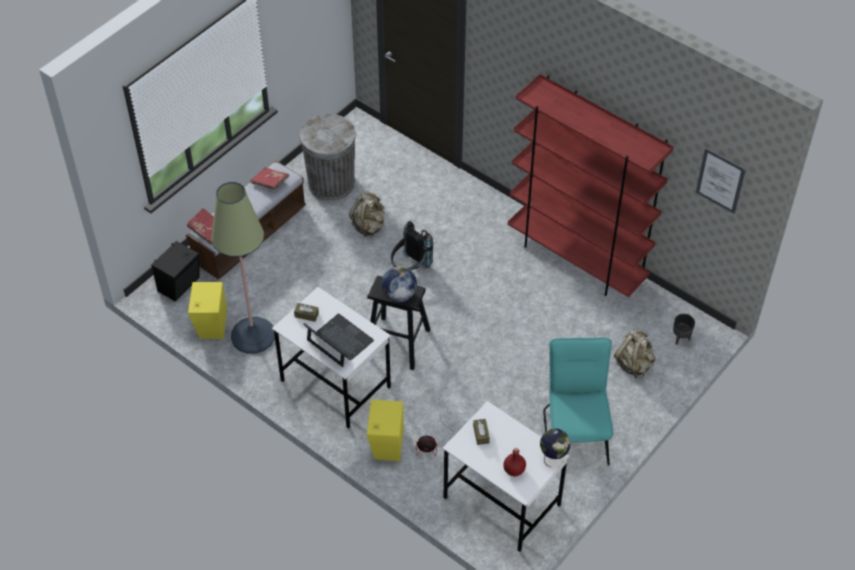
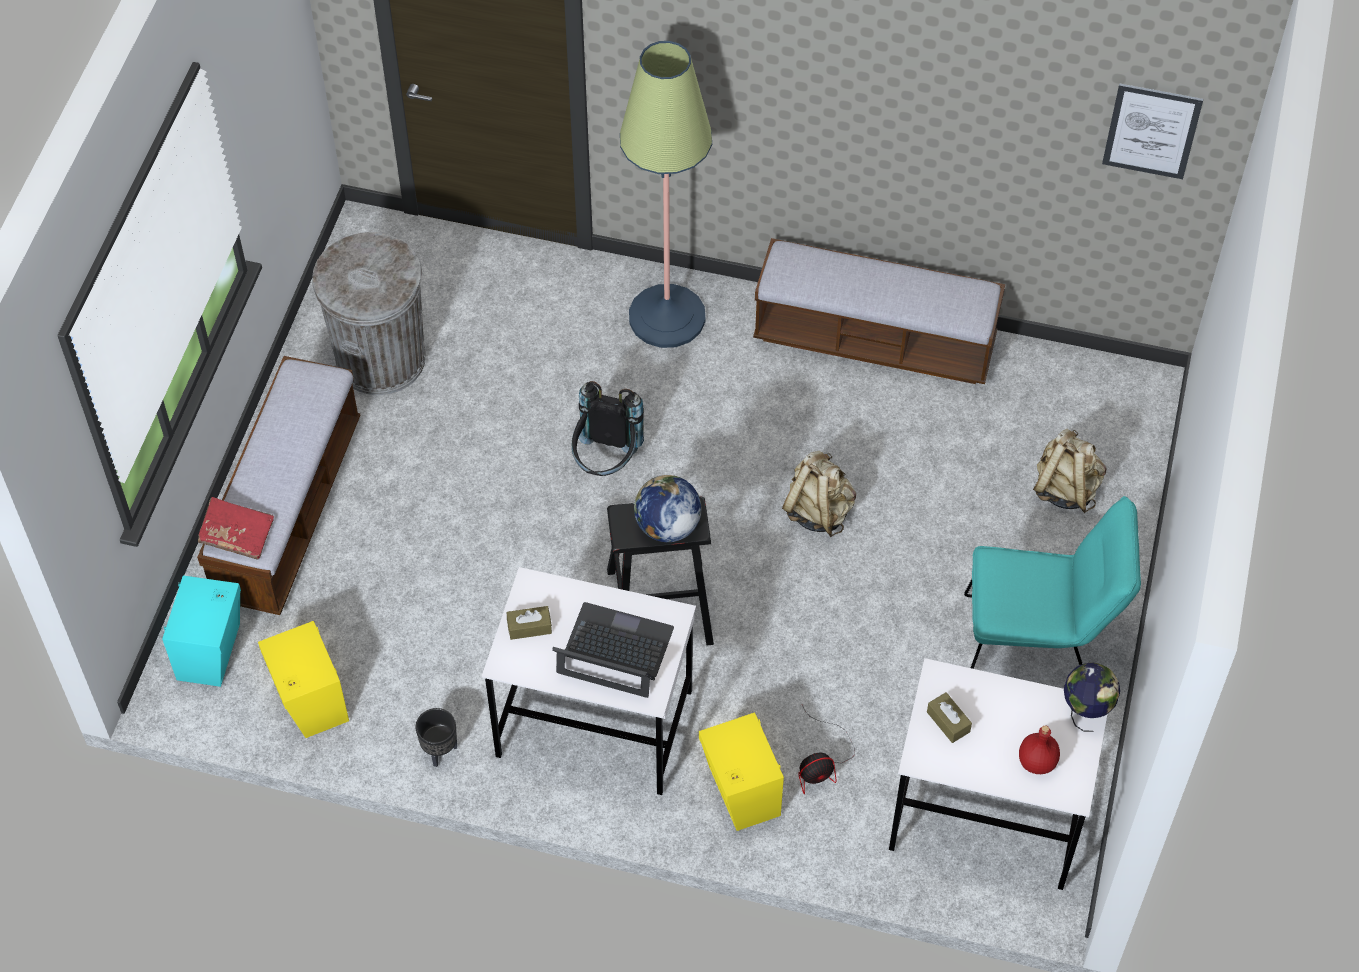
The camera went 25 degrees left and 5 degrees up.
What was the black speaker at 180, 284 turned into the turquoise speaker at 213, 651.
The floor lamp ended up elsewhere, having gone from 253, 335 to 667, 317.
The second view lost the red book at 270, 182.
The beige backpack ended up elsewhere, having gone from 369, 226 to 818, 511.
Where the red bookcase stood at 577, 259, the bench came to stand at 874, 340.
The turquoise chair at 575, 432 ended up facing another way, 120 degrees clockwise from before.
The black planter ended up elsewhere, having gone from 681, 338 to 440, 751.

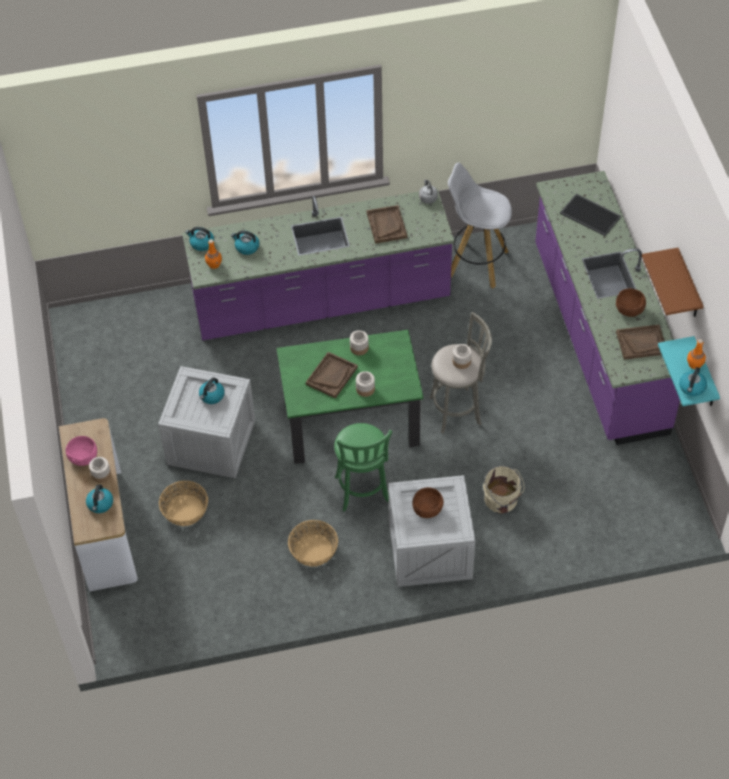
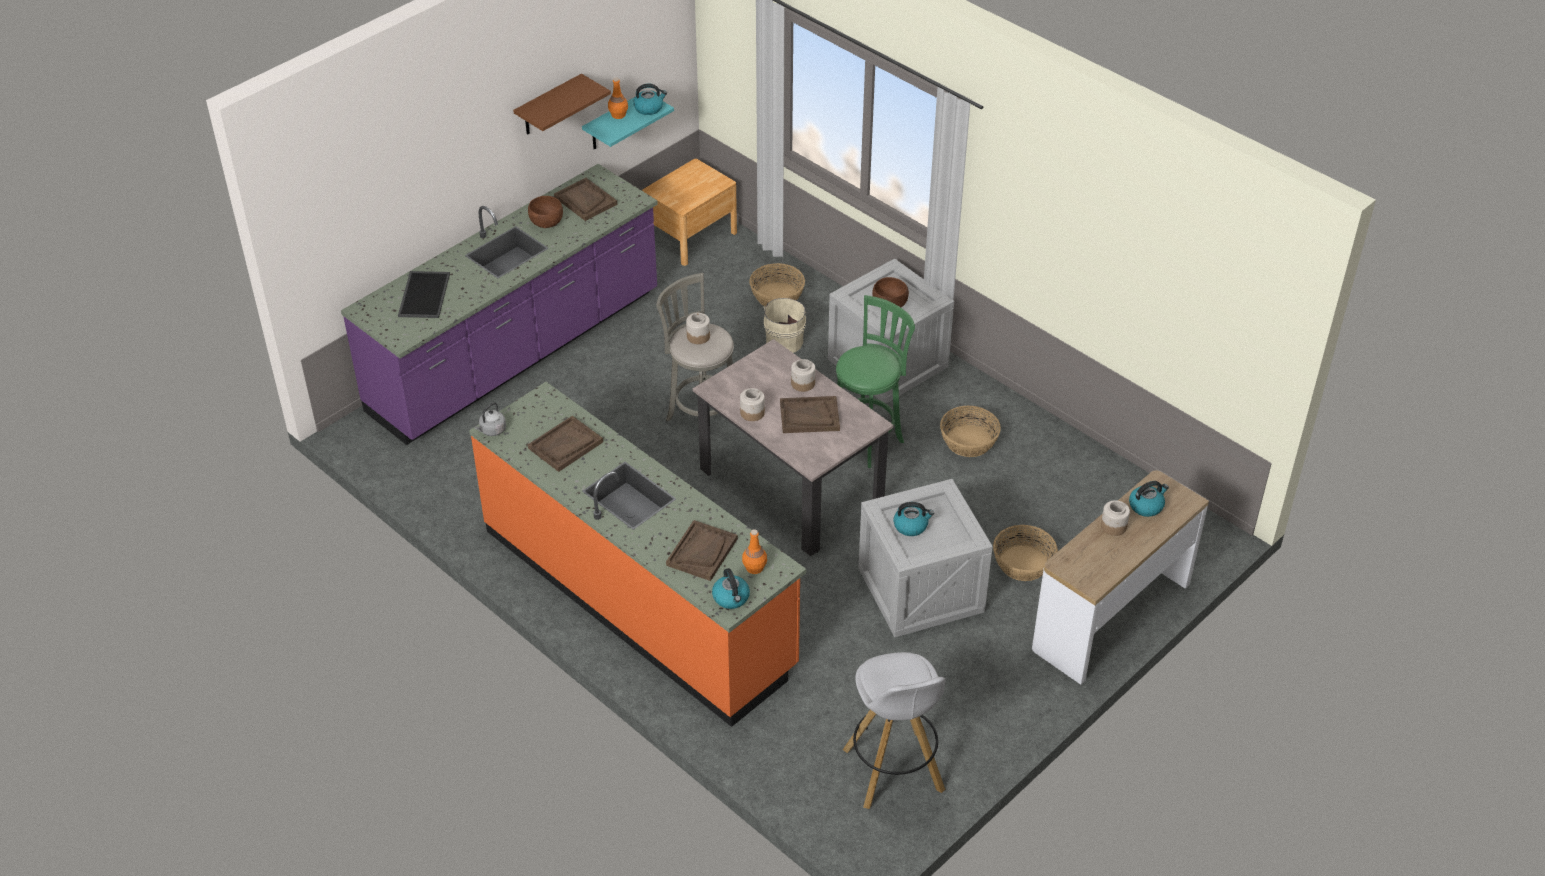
The camera went 125 degrees left and 10 degrees down.
The second view lost the pink bowl at 83, 457.
What was the purple counter at 321, 302 turned into the orange counter at 639, 598.
Where the kettle stood at 246, 247, the brown tray came to stand at 702, 552.
What was the green dining table at 351, 423 turned into the beige dining table at 791, 488.
The white stool ended up elsewhere, having gone from 476, 263 to 894, 772.
The second view gained the brown nightstand at 691, 236.
The second view gained the basket at 777, 296.

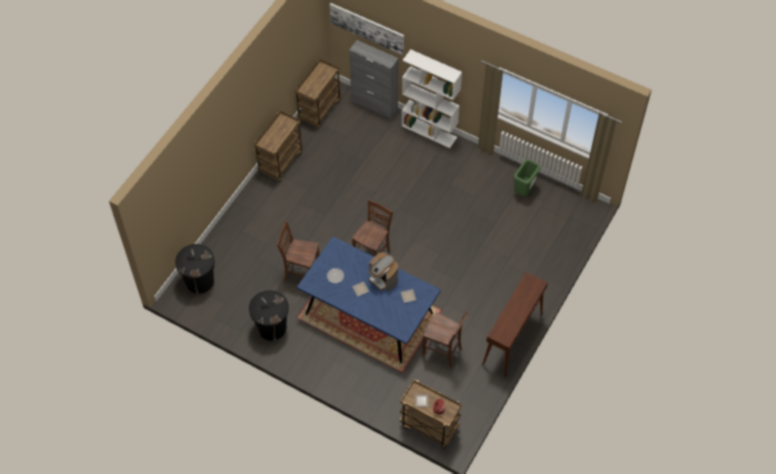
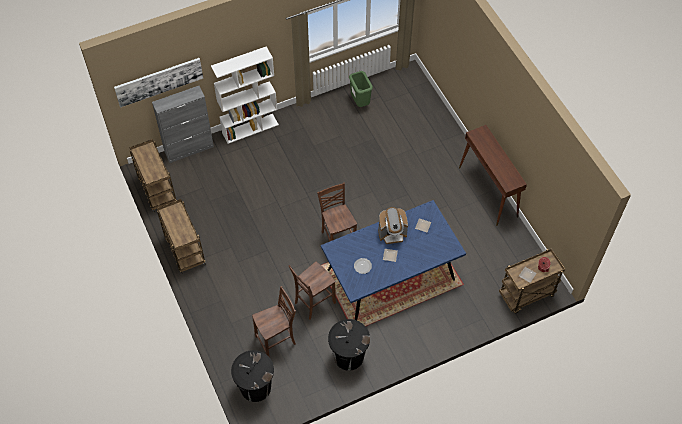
The camera went 55 degrees left and 0 degrees up.
The brown chair ended up elsewhere, having gone from 443, 352 to 277, 341.

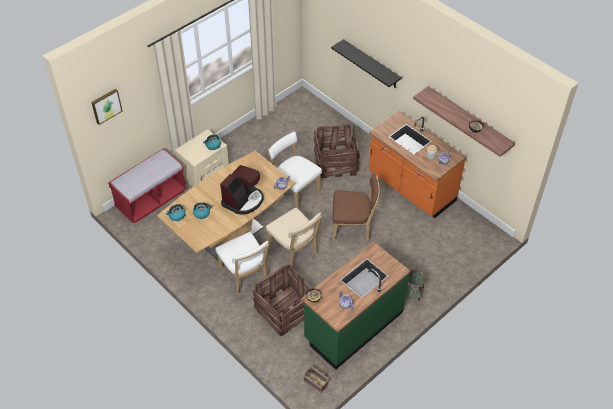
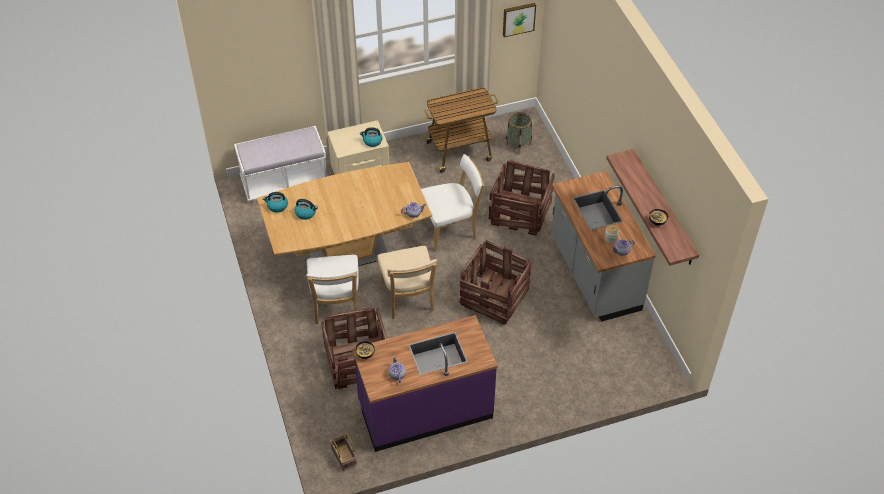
The camera went 25 degrees right and 0 degrees up.
The picture ended up elsewhere, having gone from 106, 106 to 518, 18.
What was the red bench at 151, 199 turned into the white bench at 284, 182.
The second view lost the coffee machine at 243, 200.
The white chair at 295, 191 ended up facing another way, 90 degrees clockwise from before.
What was the green counter at 353, 325 turned into the purple counter at 425, 410.
The second view lost the black shelf at 371, 64.
Where the brown chair stood at 353, 228, the crate came to stand at 494, 297.
What was the orange counter at 411, 188 turned into the grey counter at 593, 275.
The basket ended up elsewhere, having gone from 412, 296 to 518, 144.
The second view gained the cart at 460, 151.

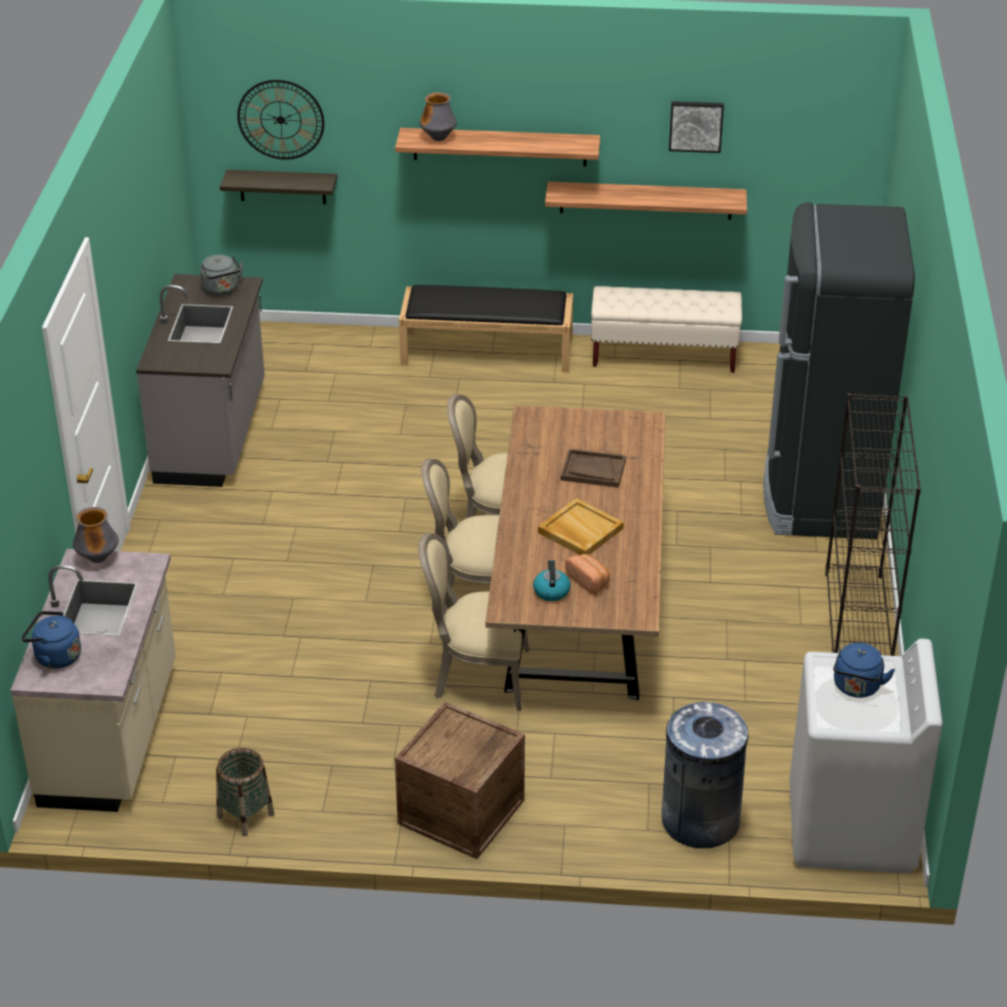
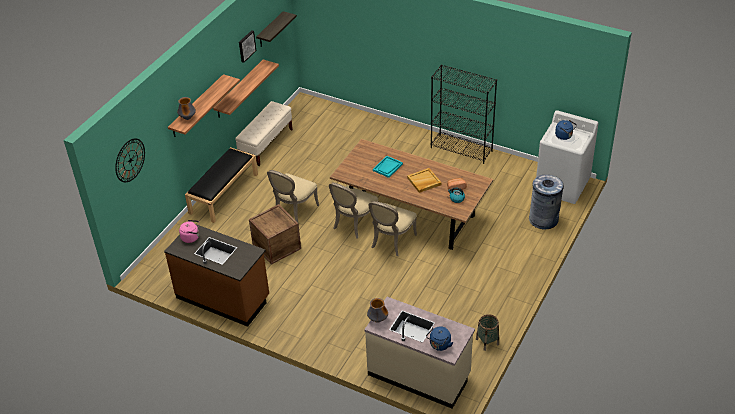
The camera went 65 degrees left and 5 degrees up.
What was the grey counter at 213, 434 turned into the brown counter at 223, 297.
What was the grey kettle at 222, 290 turned into the pink kettle at 191, 237.
The shelf ended up elsewhere, having gone from 282, 186 to 270, 30.
The crate ended up elsewhere, having gone from 461, 812 to 276, 246.
The beige chair ended up elsewhere, having gone from 477, 676 to 293, 211.
What was the brown tray at 593, 470 turned into the turquoise tray at 387, 167.
The second view lost the black fridge at 820, 496.

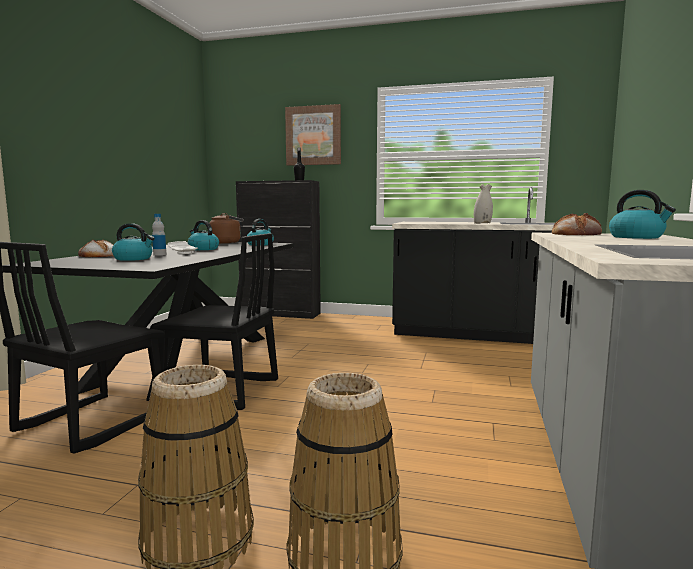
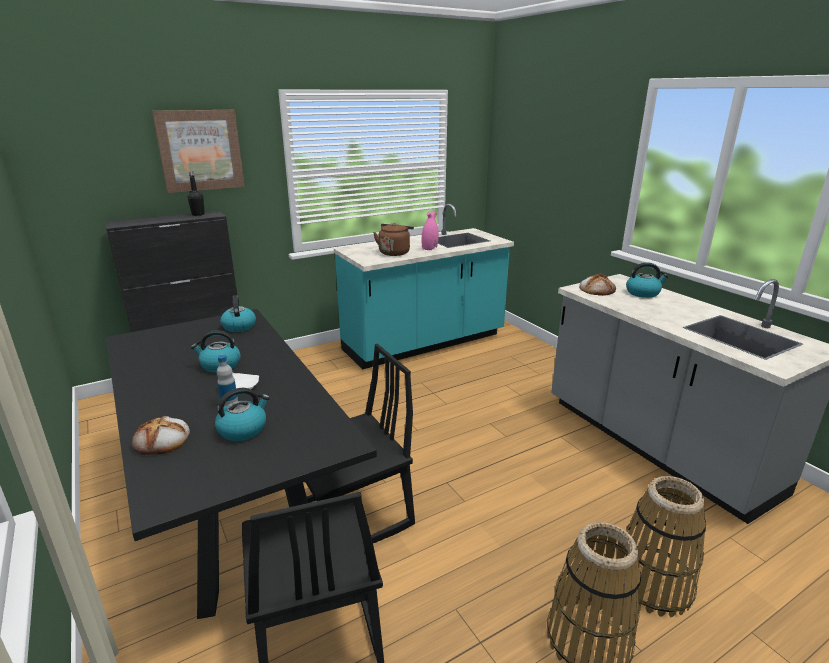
The camera went 45 degrees left and 15 degrees up.
The brown kettle ended up elsewhere, having gone from 227, 242 to 394, 252.
What was the black counter at 481, 335 turned into the turquoise counter at 424, 343.
What was the white vase at 482, 223 turned into the pink vase at 429, 248.

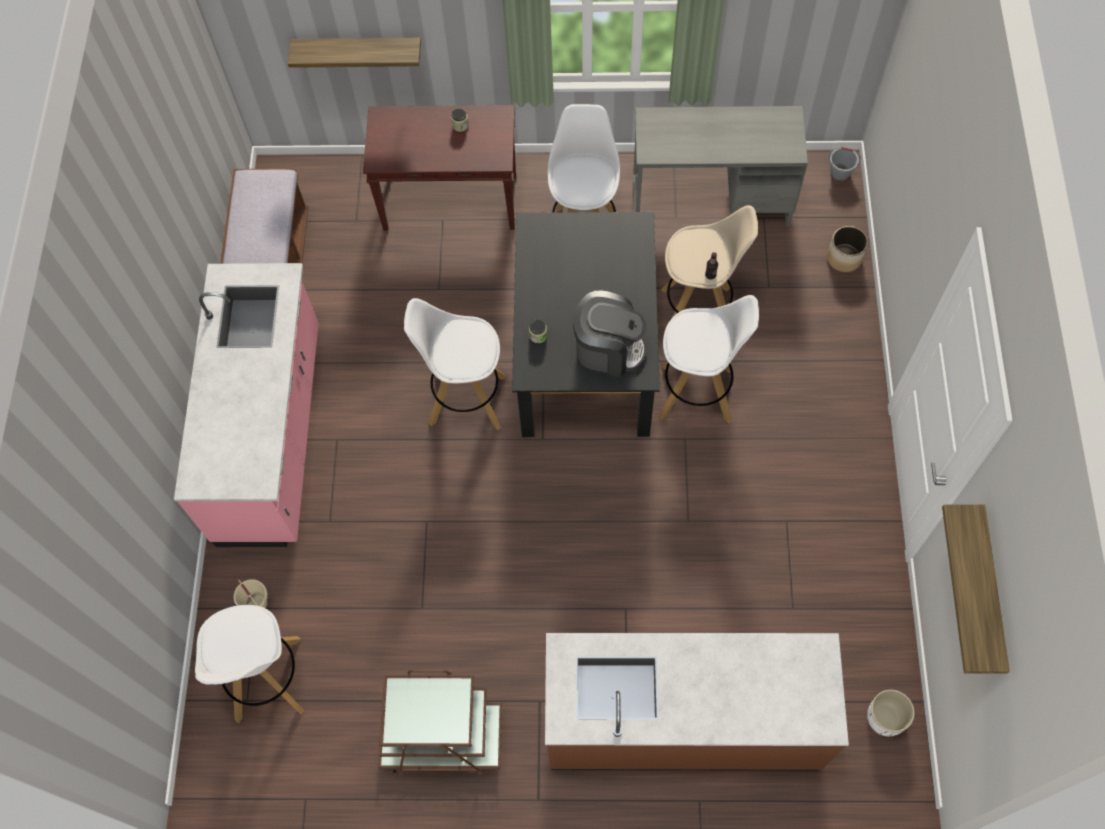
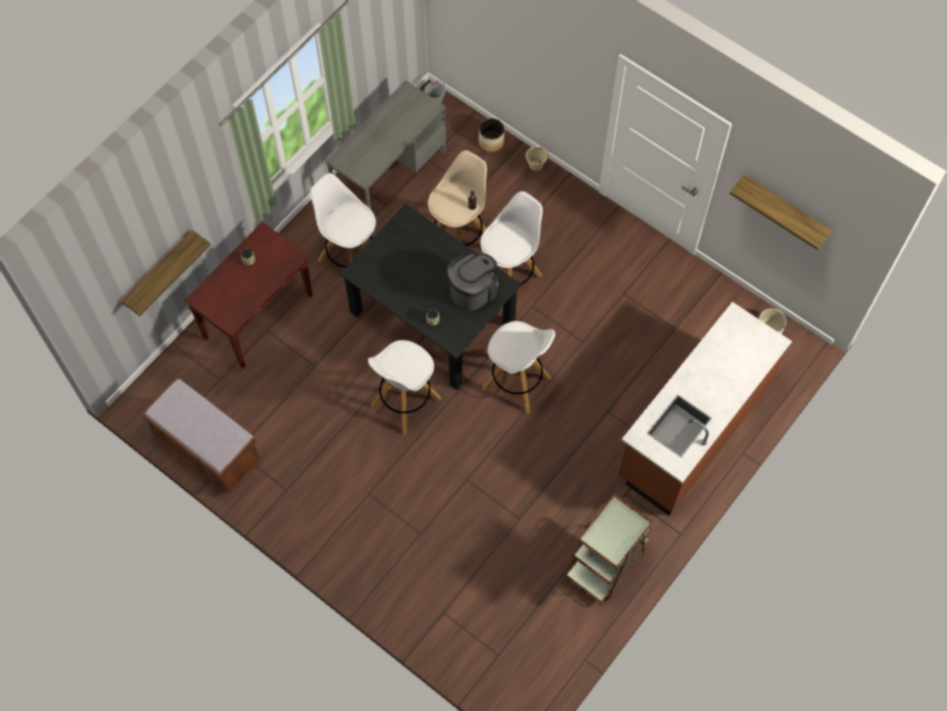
The camera went 55 degrees left and 0 degrees up.
The second view lost the pink counter at 272, 434.
The white stool ended up elsewhere, having gone from 268, 680 to 517, 384.
The beige bucket ended up elsewhere, having gone from 256, 603 to 536, 165.

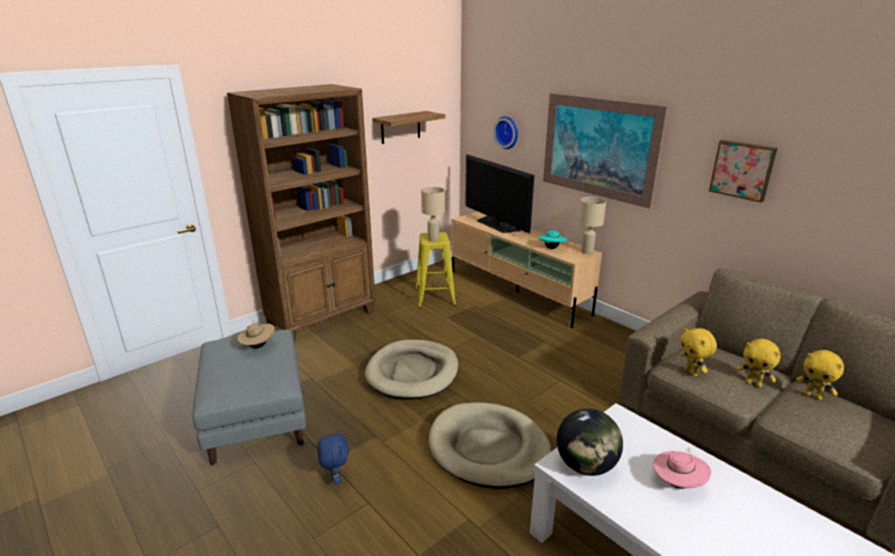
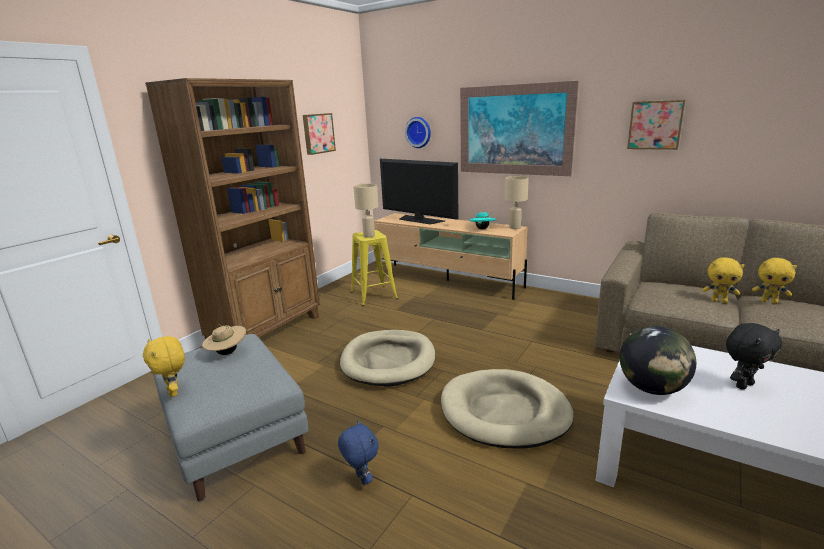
The camera went 15 degrees left and 5 degrees down.
Where the shelf hung at 400, 127, the picture came to hang at 318, 133.
Where the pink hat stood at 677, 483, the black plush toy came to stand at 743, 385.
The yellow plush toy ended up elsewhere, having gone from 691, 372 to 174, 392.

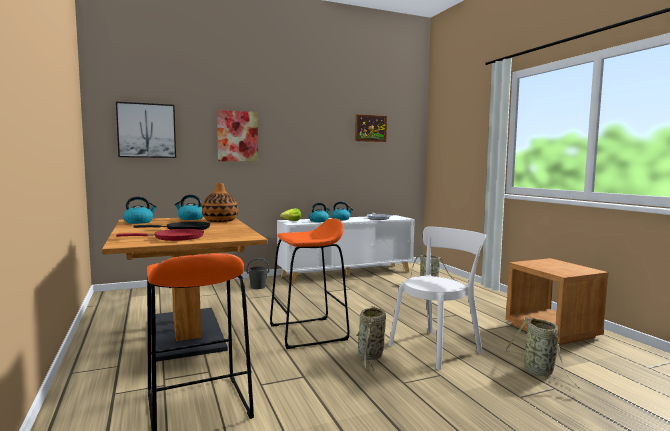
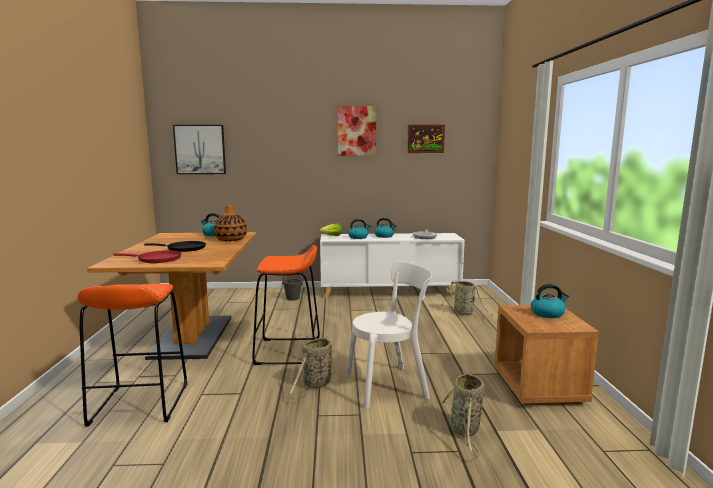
The camera went 20 degrees right and 5 degrees up.
The kettle ended up elsewhere, having gone from 139, 222 to 547, 313.
The picture ended up elsewhere, having gone from 237, 136 to 356, 131.

